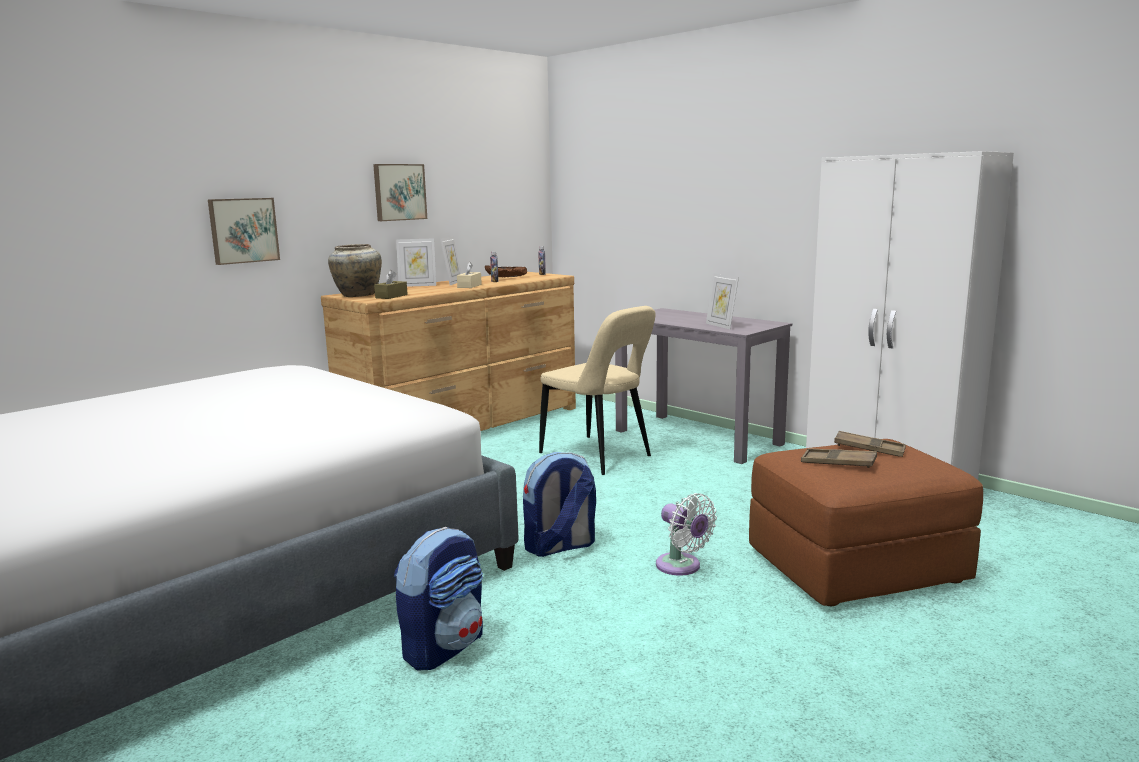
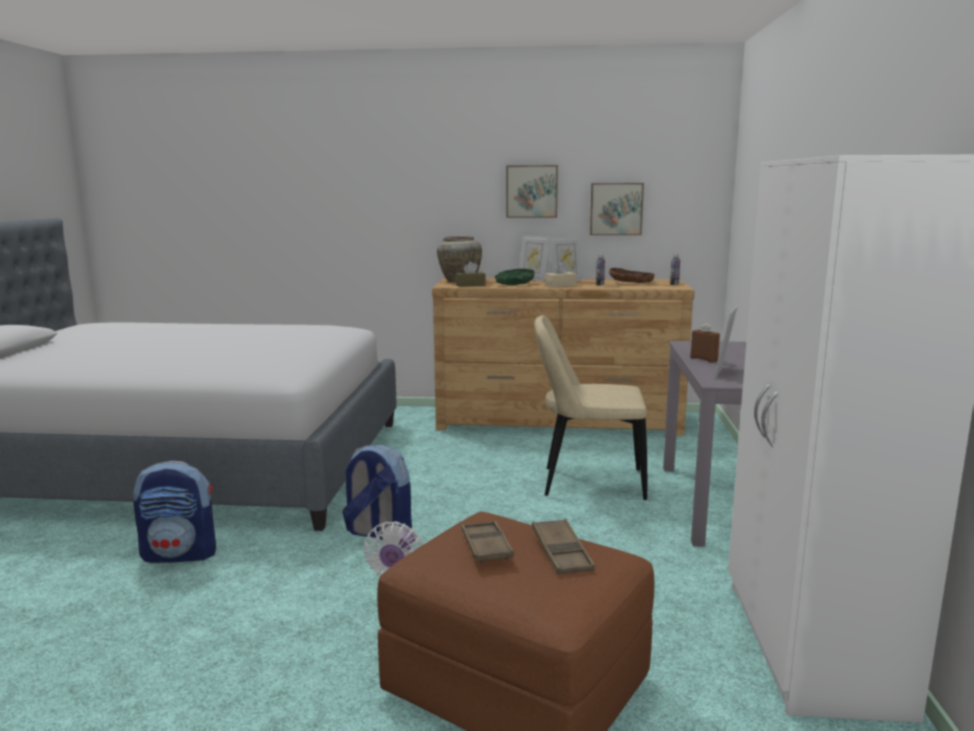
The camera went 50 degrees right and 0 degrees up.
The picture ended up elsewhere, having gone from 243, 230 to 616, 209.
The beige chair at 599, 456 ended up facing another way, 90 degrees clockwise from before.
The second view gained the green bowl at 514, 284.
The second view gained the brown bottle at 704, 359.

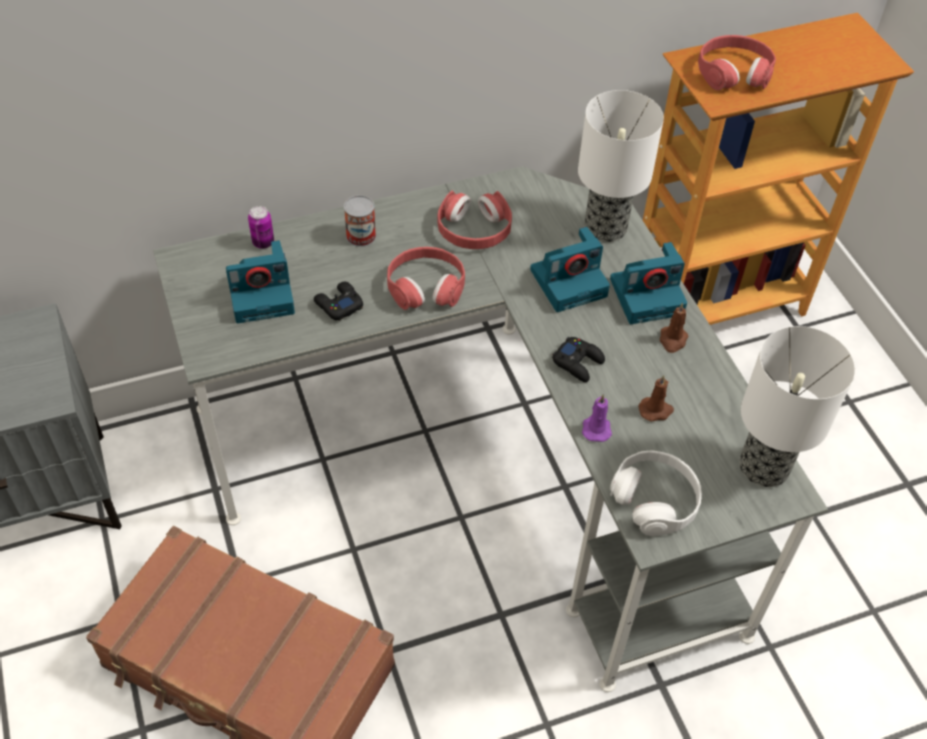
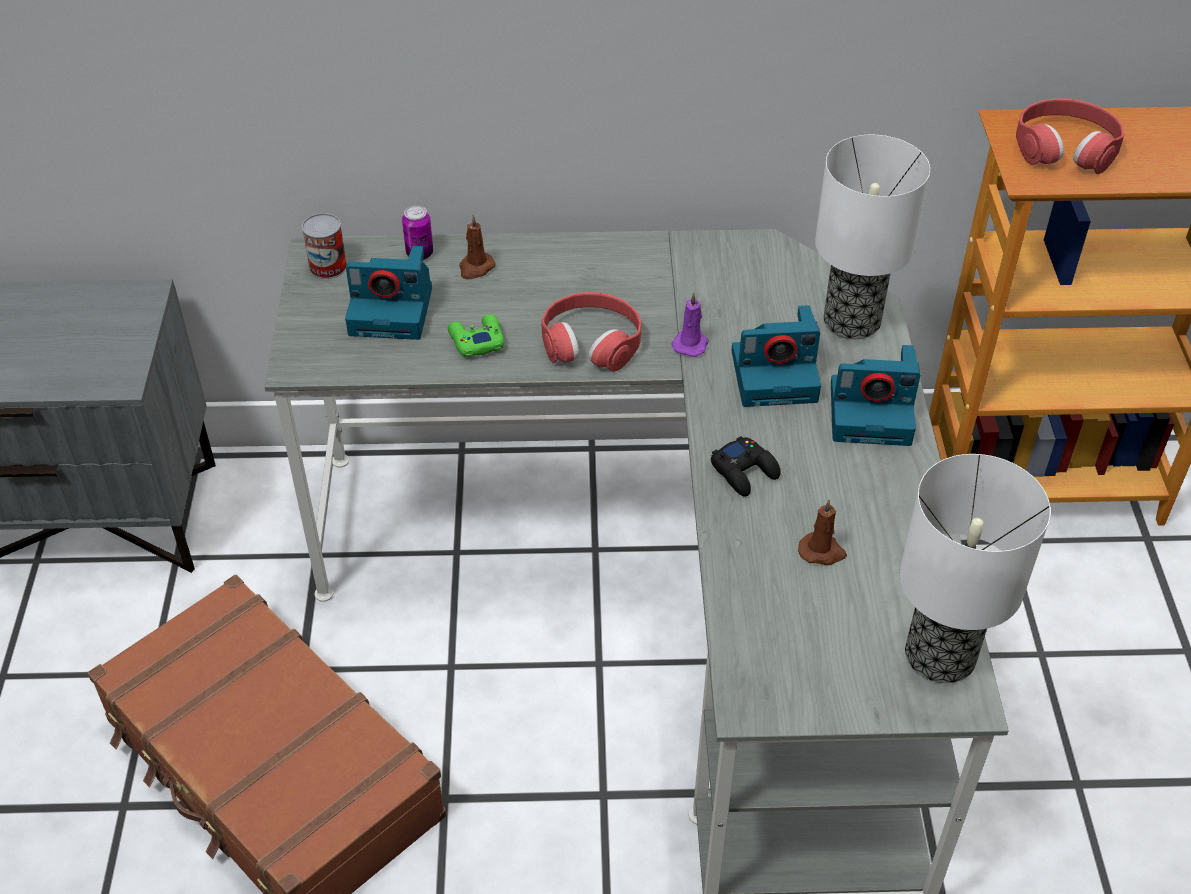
The camera went 20 degrees right and 5 degrees down.
What was the black game controller at 338, 305 turned into the green game controller at 476, 340.
The can ended up elsewhere, having gone from 361, 236 to 328, 266.
The second view lost the red headphones at 474, 229.
The purple candle ended up elsewhere, having gone from 596, 428 to 691, 343.
The second view lost the white headphones at 655, 499.
The brown candle ended up elsewhere, having gone from 672, 340 to 475, 268.

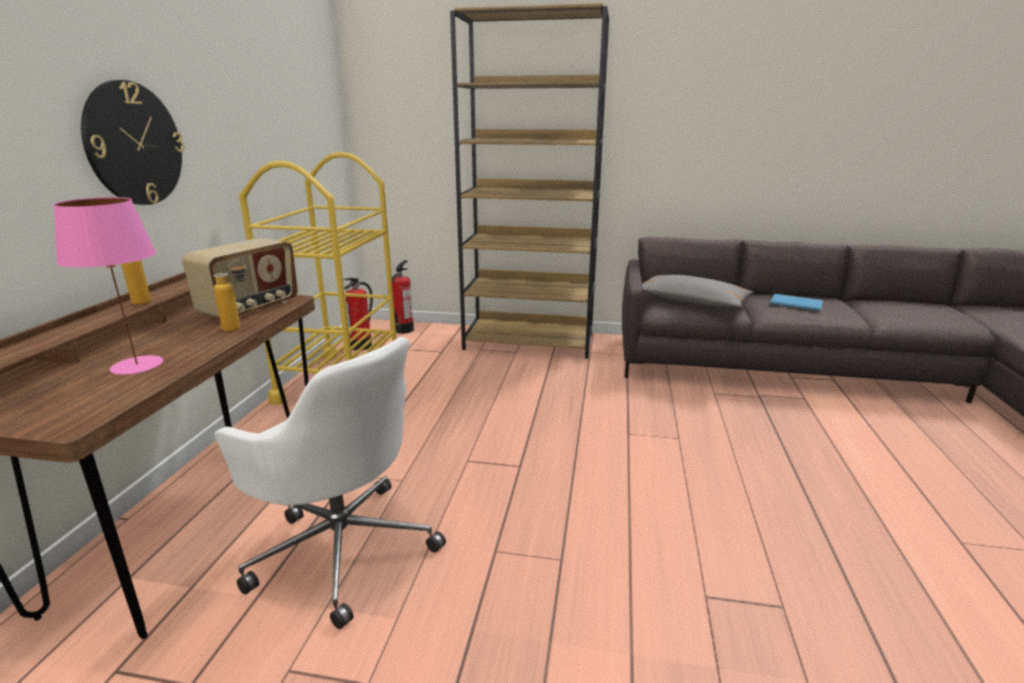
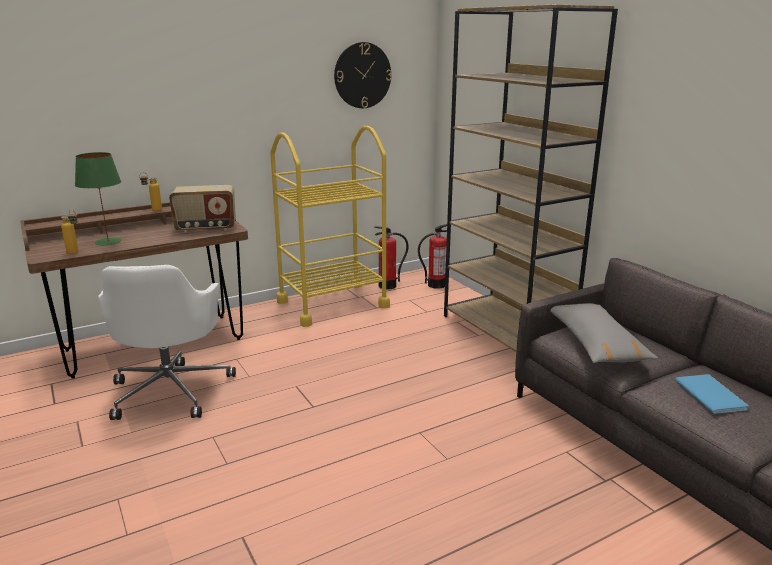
The camera went 50 degrees right and 0 degrees up.
What was the pink table lamp at 136, 365 turned into the green table lamp at 108, 241.
The wall clock ended up elsewhere, having gone from 134, 144 to 362, 75.
The bottle ended up elsewhere, having gone from 239, 328 to 76, 253.

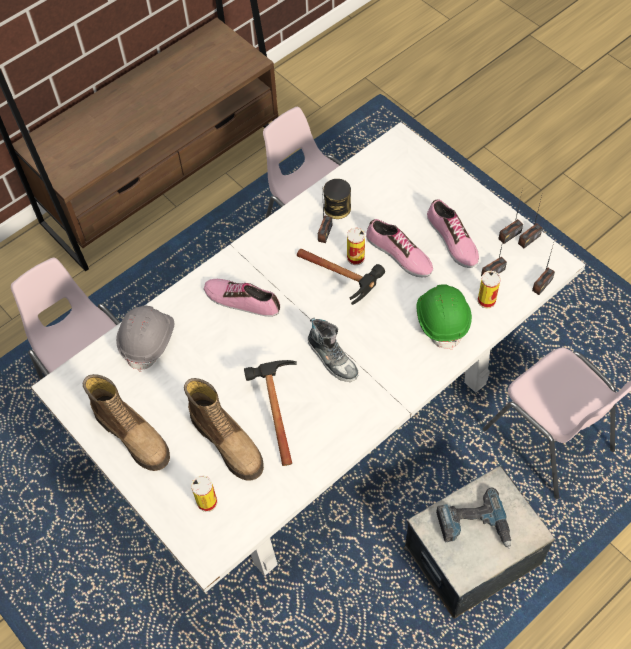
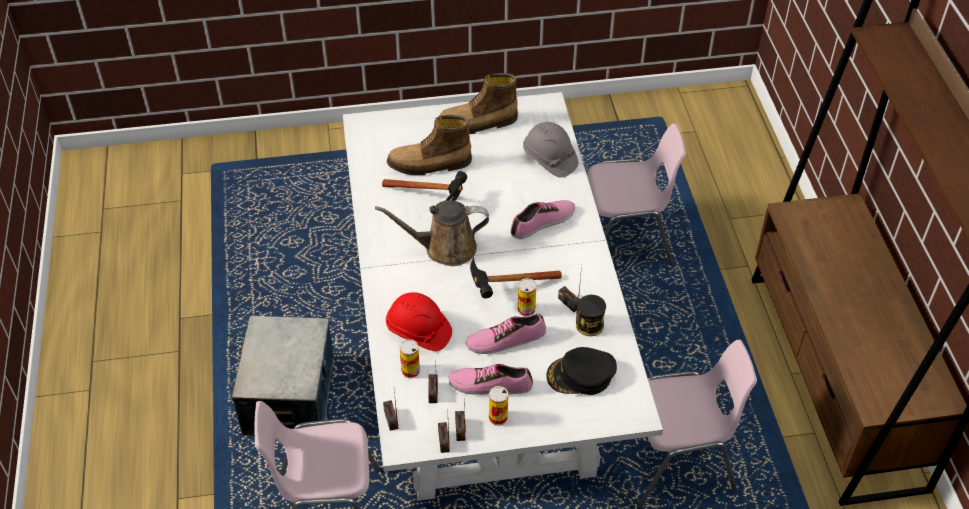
The camera went 120 degrees right and 10 degrees down.
The can ended up elsewhere, having gone from 207, 502 to 498, 417.
Where the shoe stood at 332, 358, the brown watering can came to stand at 445, 248.
What was the green hard hat at 442, 320 turned into the red hard hat at 418, 331.
The second view lost the power drill at 473, 526.
The second view gained the black cap at 581, 376.

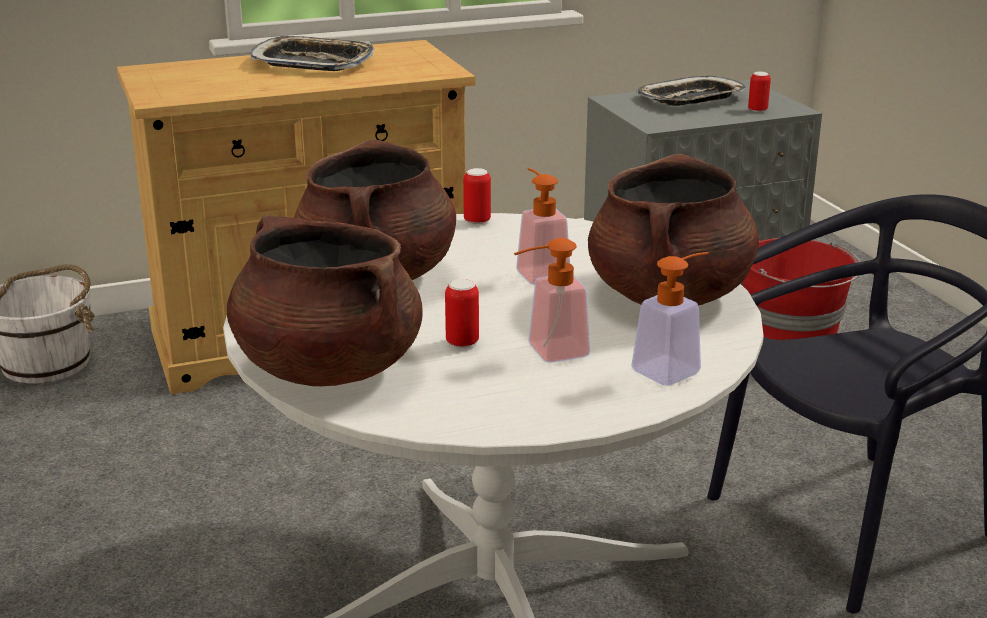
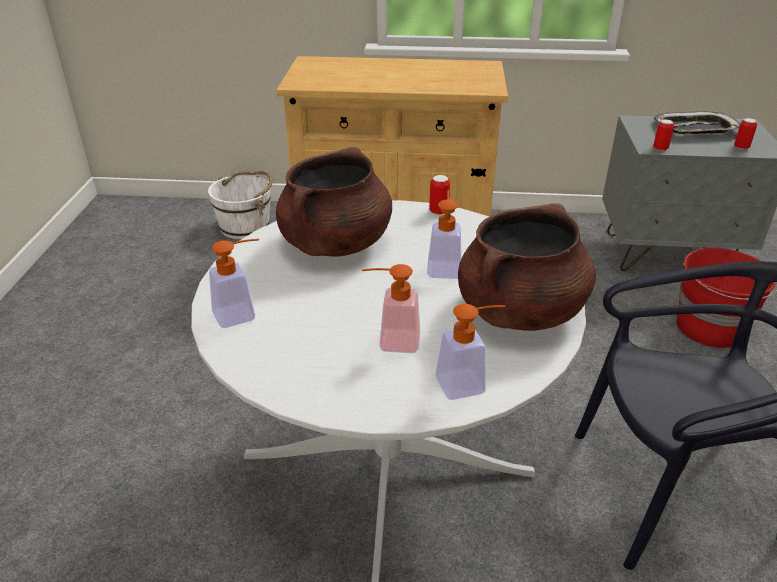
The camera went 25 degrees right and 10 degrees up.
Where the brown cooking pot stood at 327, 368, the soap dispenser came to stand at 242, 313.
The second view lost the tray at 313, 63.
The can ended up elsewhere, having gone from 462, 343 to 660, 149.

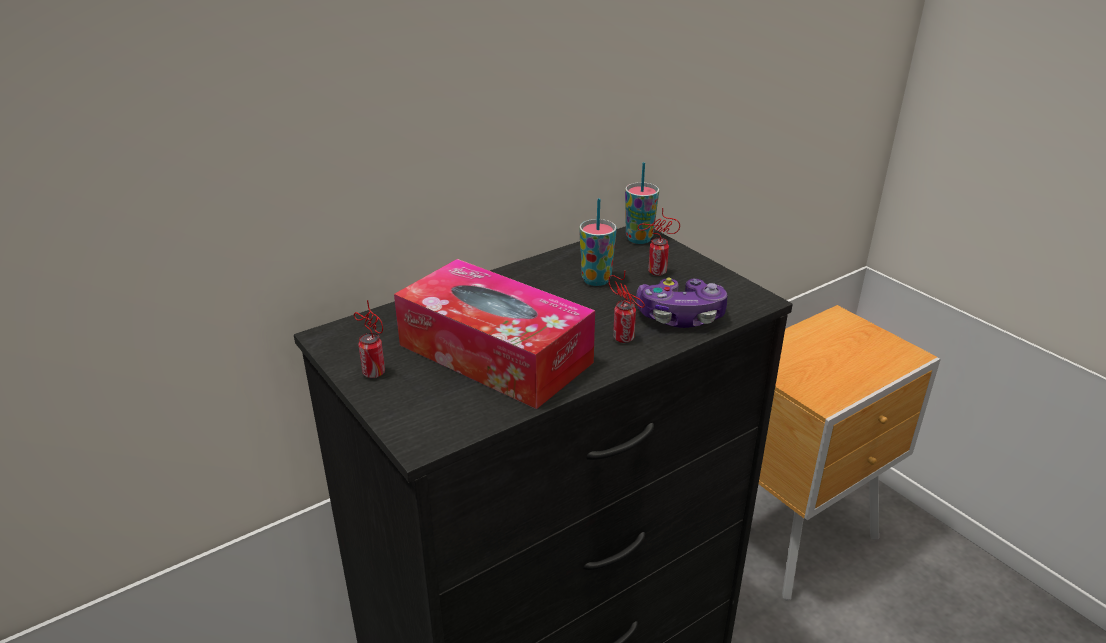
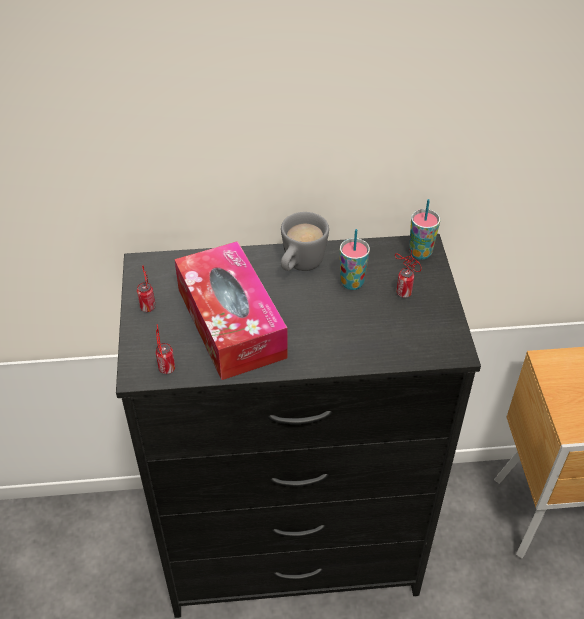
The camera went 30 degrees right and 15 degrees up.
The can ended up elsewhere, having gone from 625, 340 to 167, 370.
The second view lost the game controller at 680, 317.
The second view gained the grey mug at 300, 266.

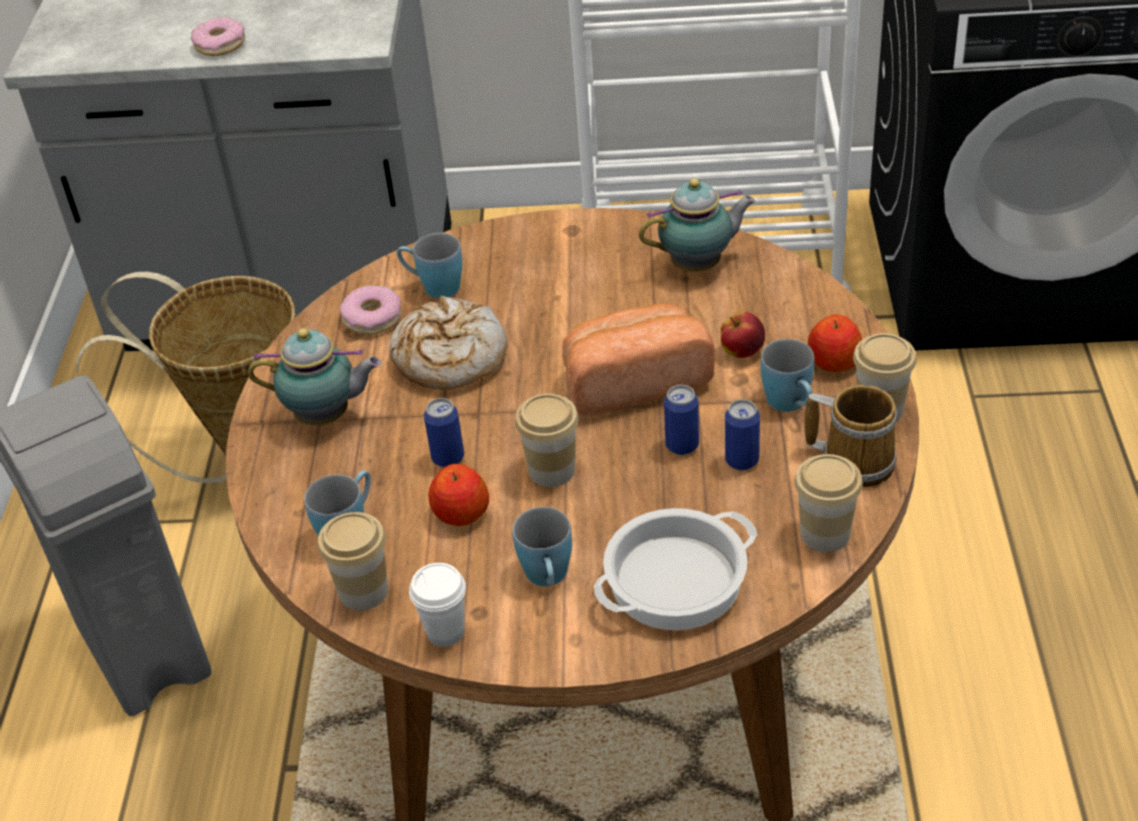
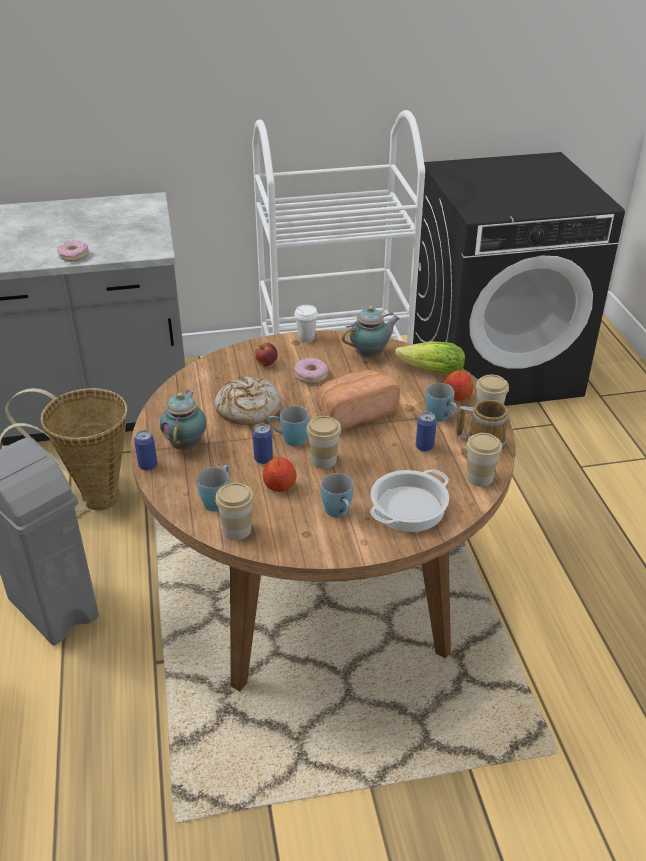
The camera went 15 degrees left and 5 degrees down.
The teapot at 327, 416 ended up facing another way, 75 degrees counterclockwise from before.
The donut ended up elsewhere, having gone from 372, 318 to 310, 375.
The blue mug ended up elsewhere, having gone from 433, 287 to 289, 439.
The white cup ended up elsewhere, having gone from 445, 632 to 306, 338.
The can ended up elsewhere, having gone from 682, 445 to 148, 465.
The apple ended up elsewhere, having gone from 742, 352 to 266, 364.
The second view gained the lettuce at 428, 371.

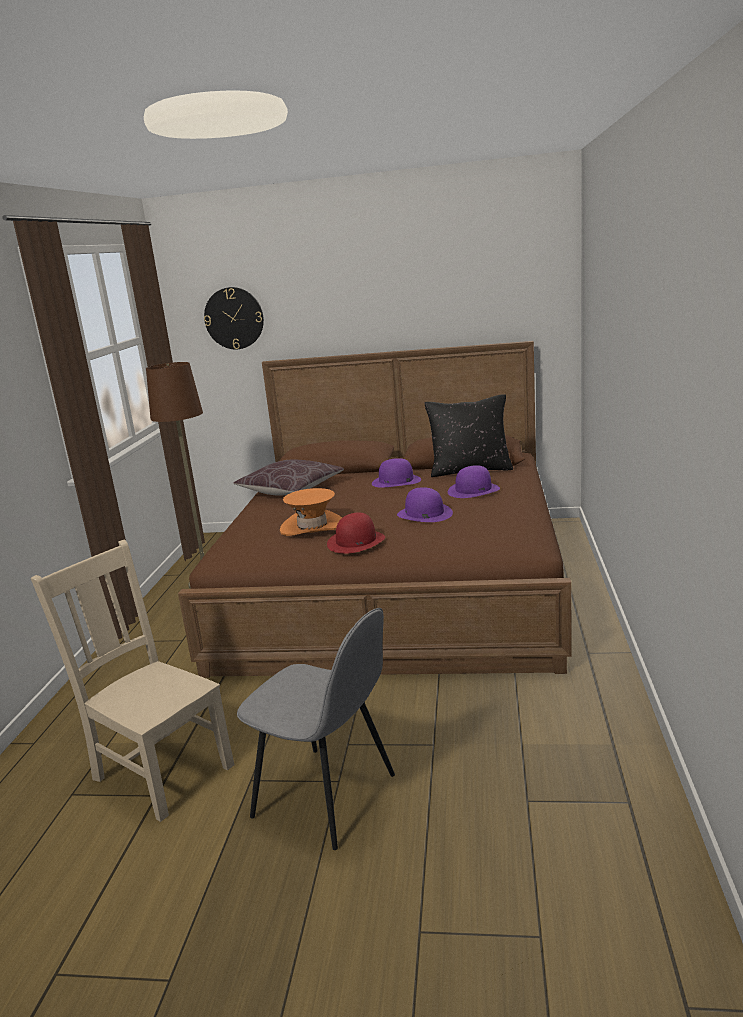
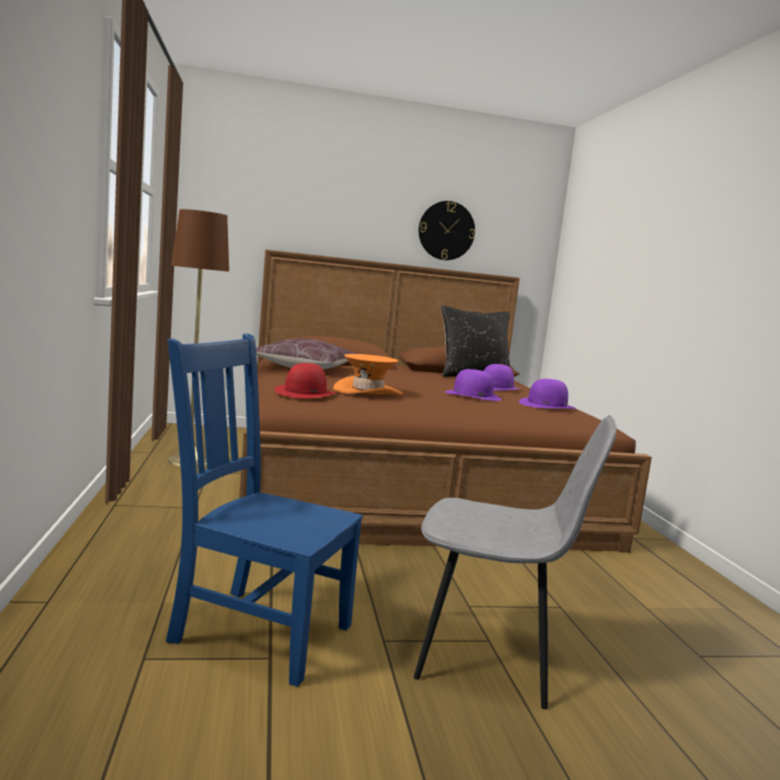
The camera went 20 degrees left and 10 degrees down.
What was the beige chair at 160, 770 turned into the blue chair at 257, 631.
The wall clock ended up elsewhere, having gone from 234, 318 to 446, 230.
The red hat ended up elsewhere, having gone from 356, 541 to 305, 393.
The purple hat ended up elsewhere, having gone from 396, 481 to 547, 405.

